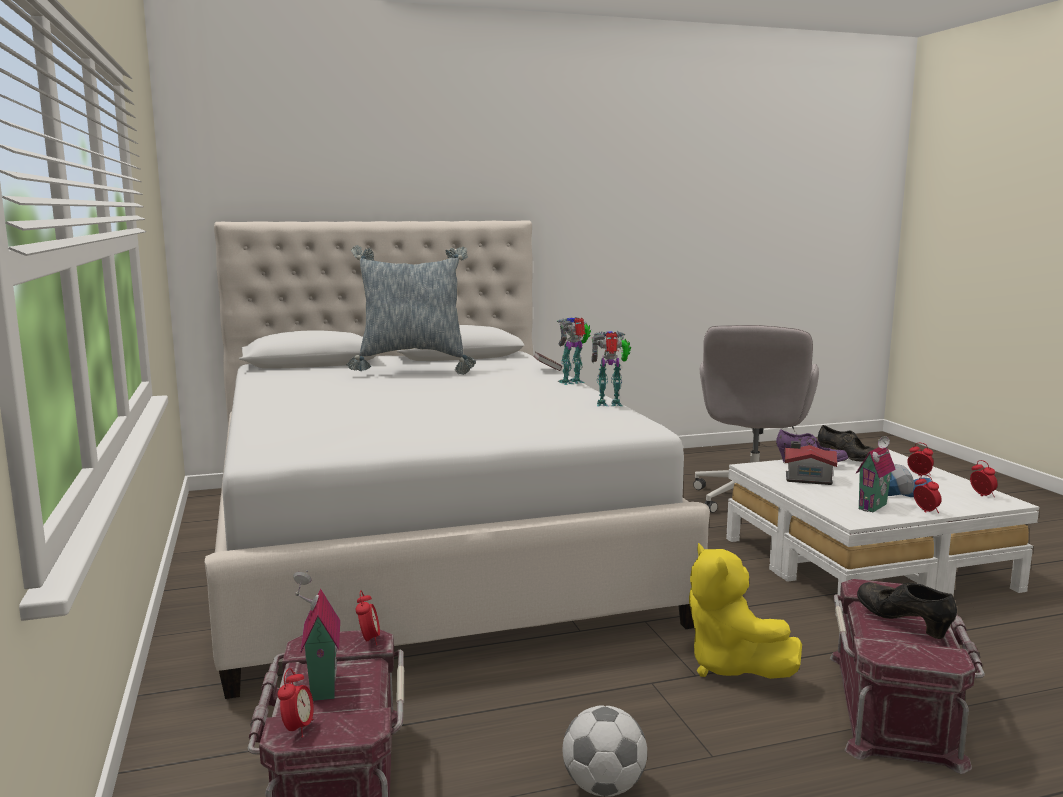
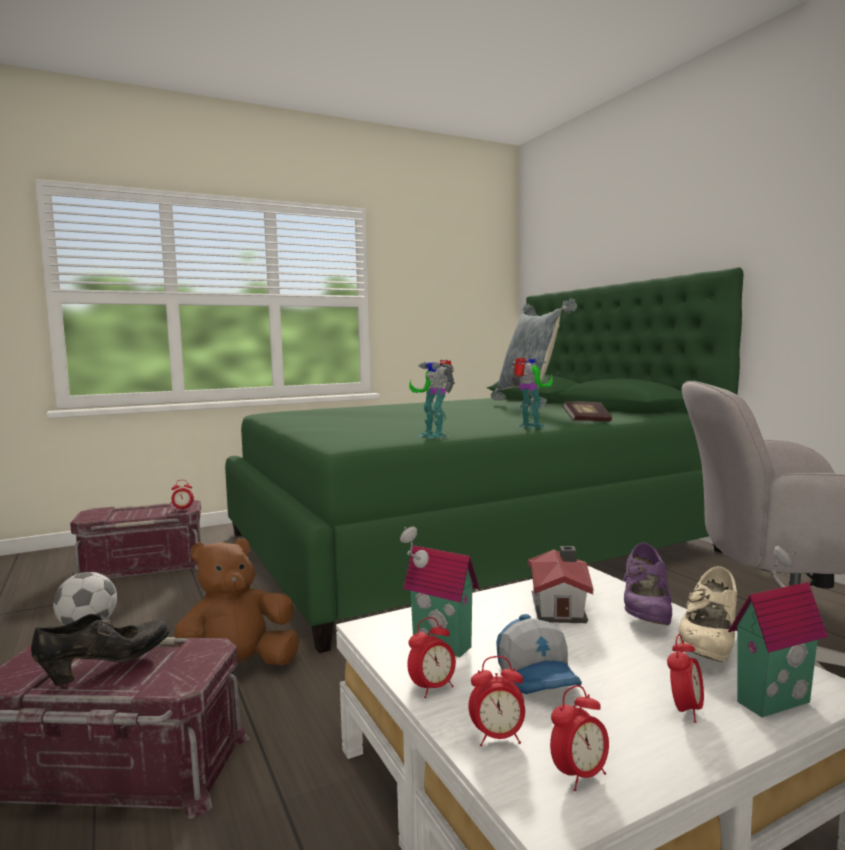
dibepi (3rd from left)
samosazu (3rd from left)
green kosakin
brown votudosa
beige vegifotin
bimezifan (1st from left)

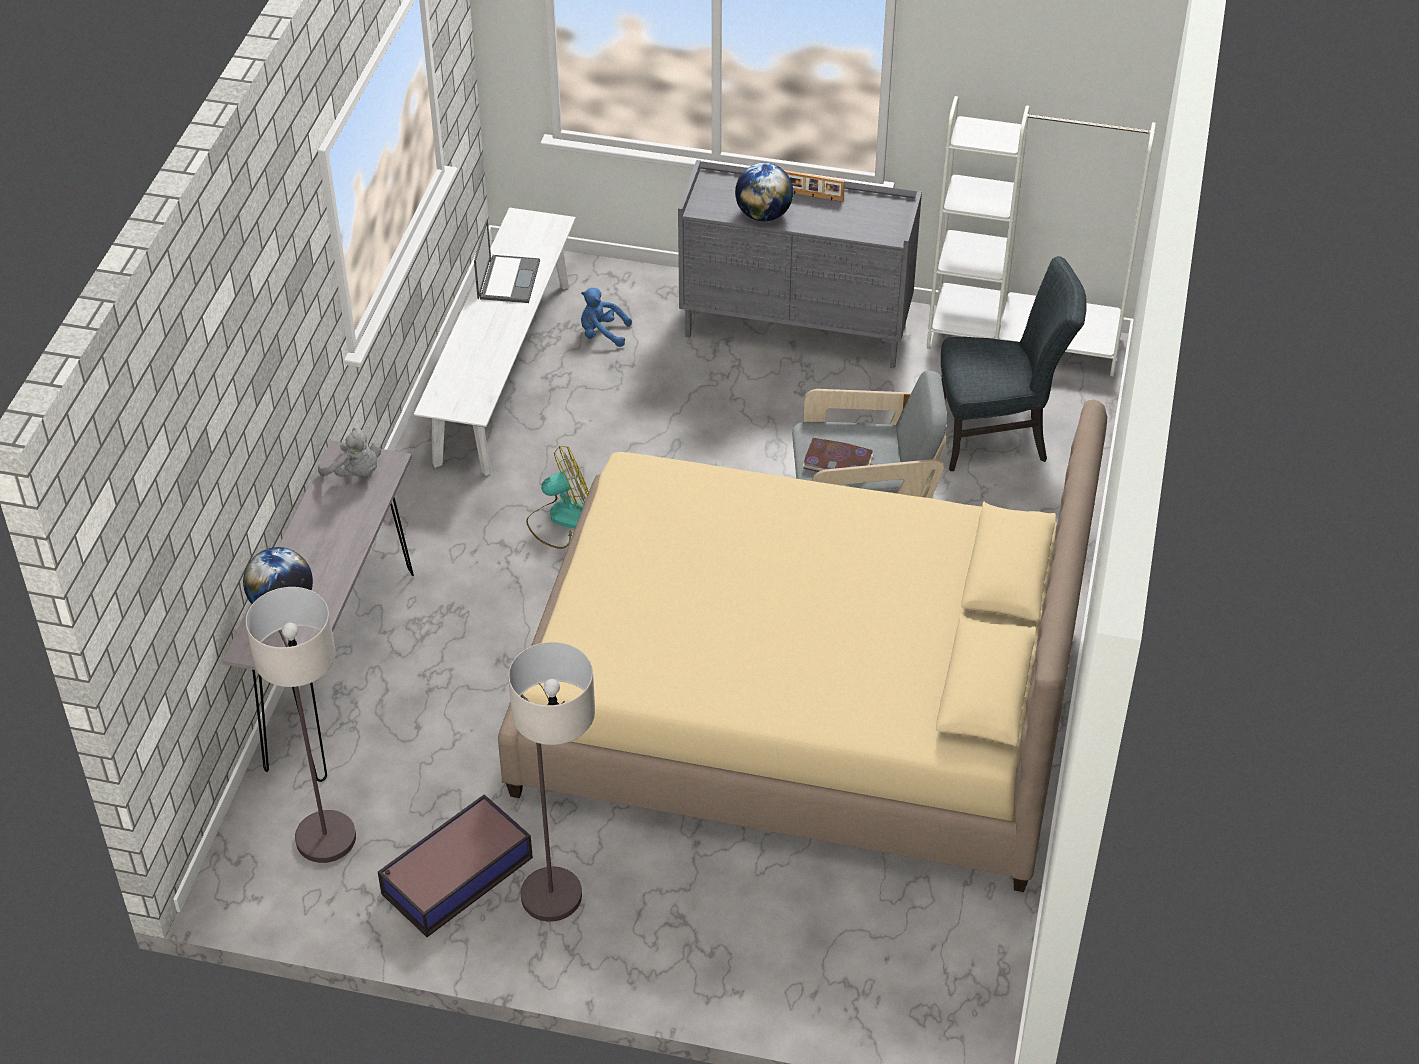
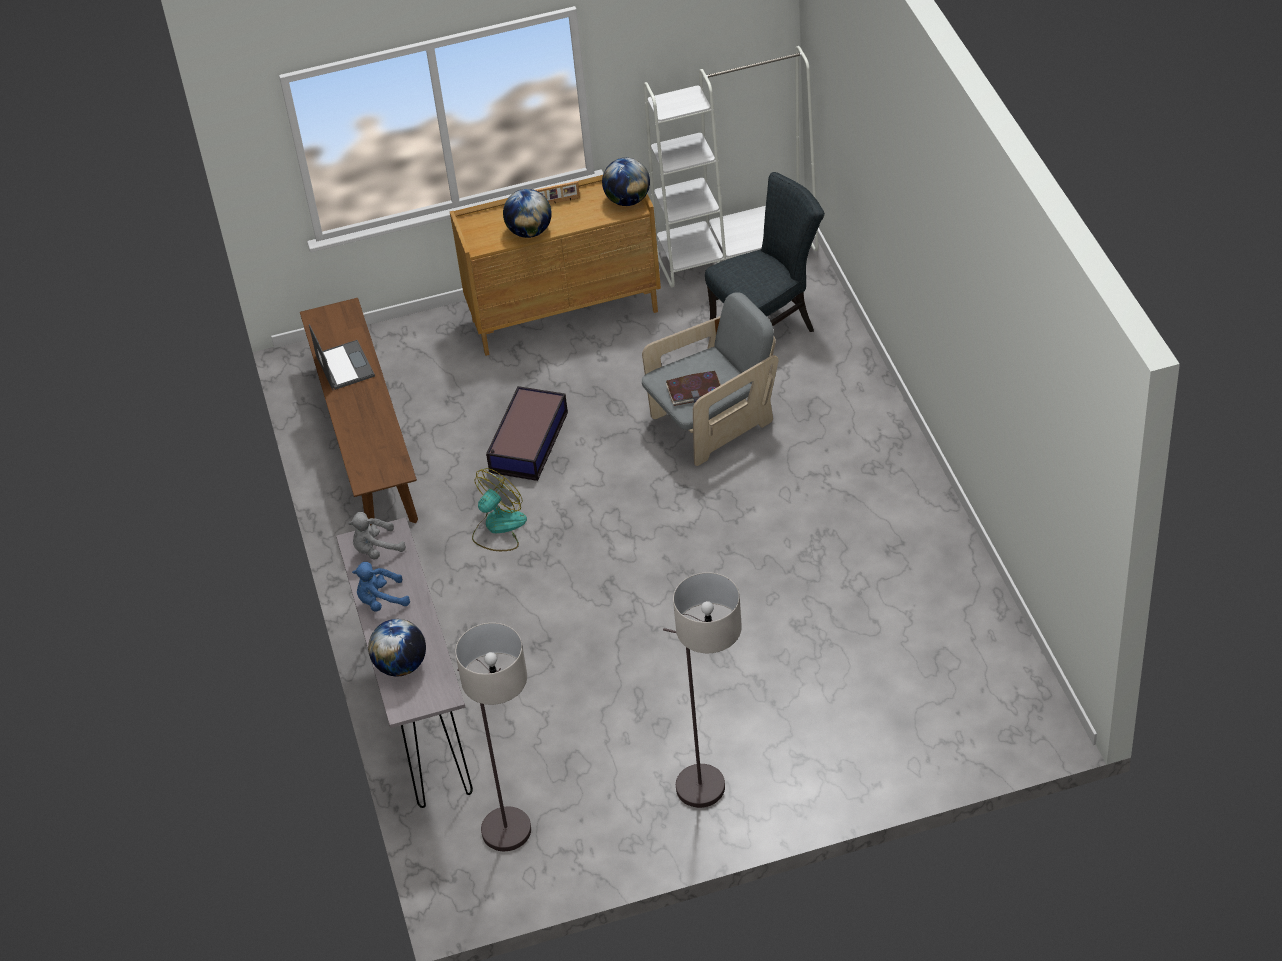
beige kosakin
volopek (3rd from left)
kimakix
blue votudosa
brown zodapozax
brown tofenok
grey votudosa

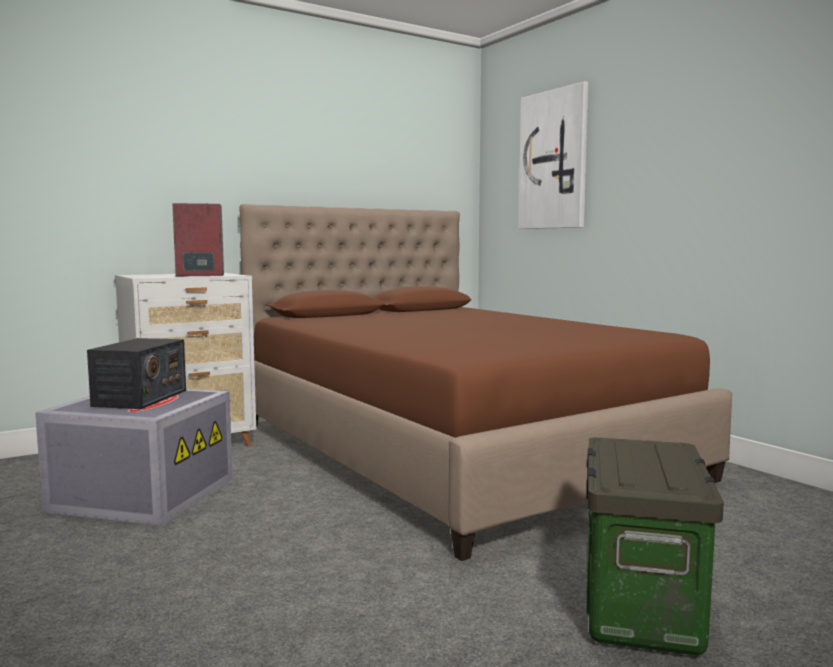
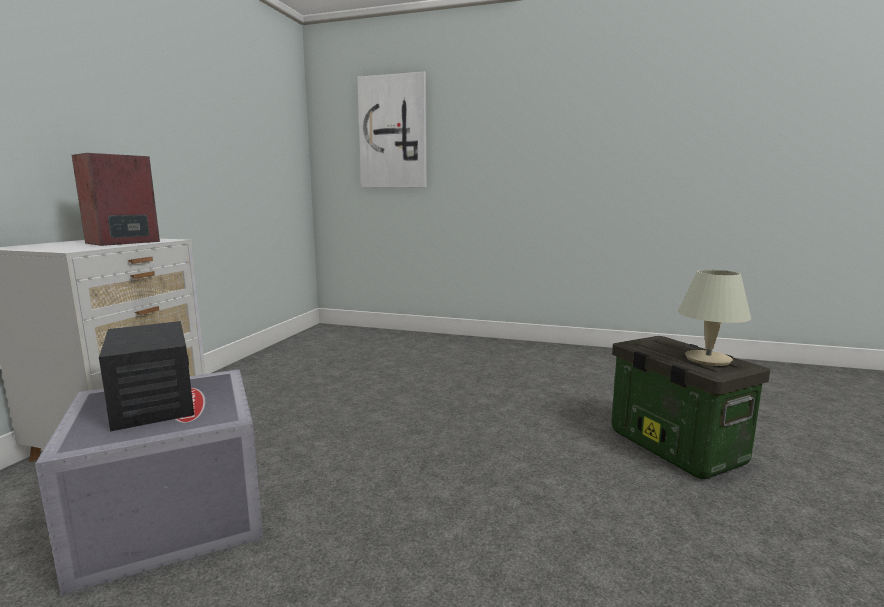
brown kosakin
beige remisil

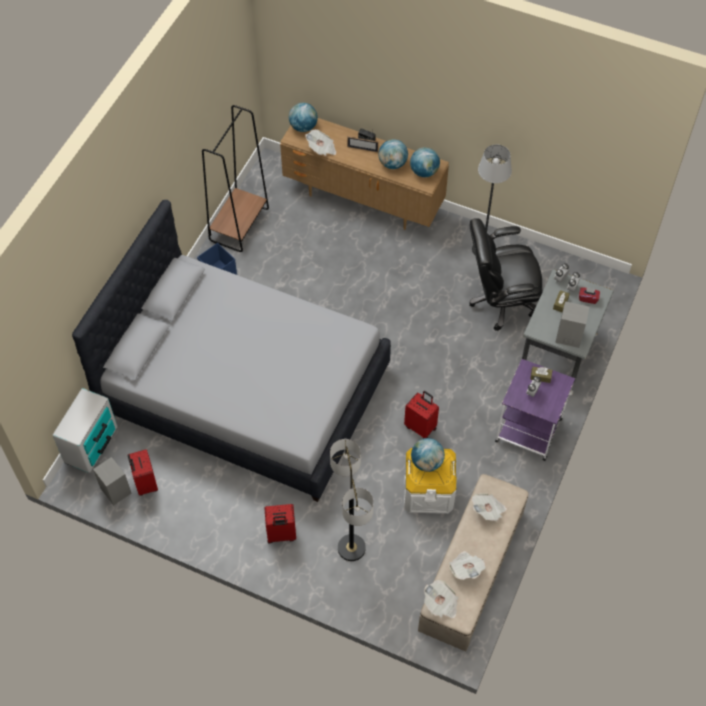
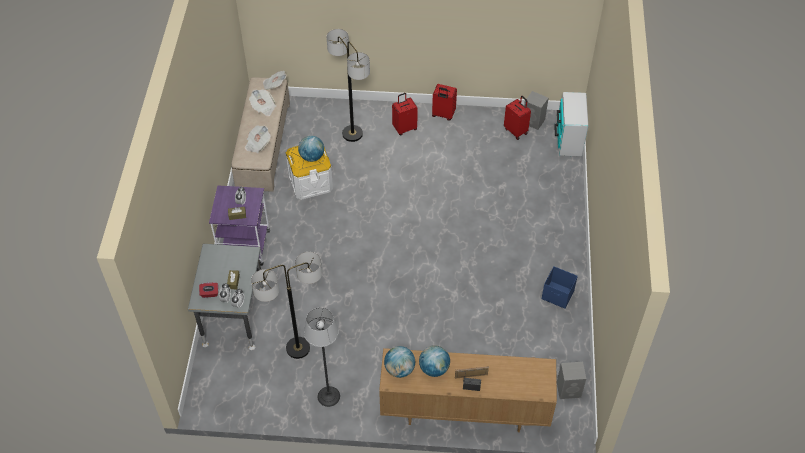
grey kosakin
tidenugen
volopek (1st from left in the first image)
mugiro (1st from left in the first image)
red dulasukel (2nd from left)
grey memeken (2nd from left)
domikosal (1st from left)

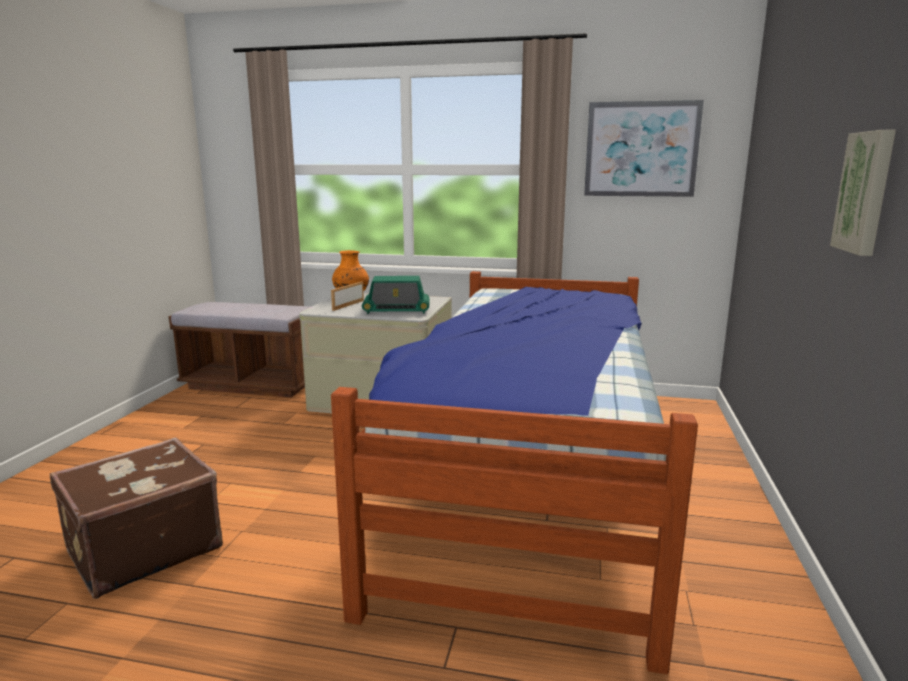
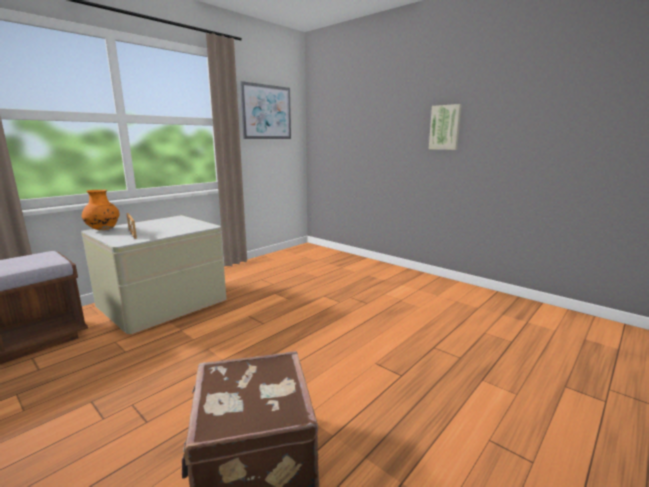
kosakin
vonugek

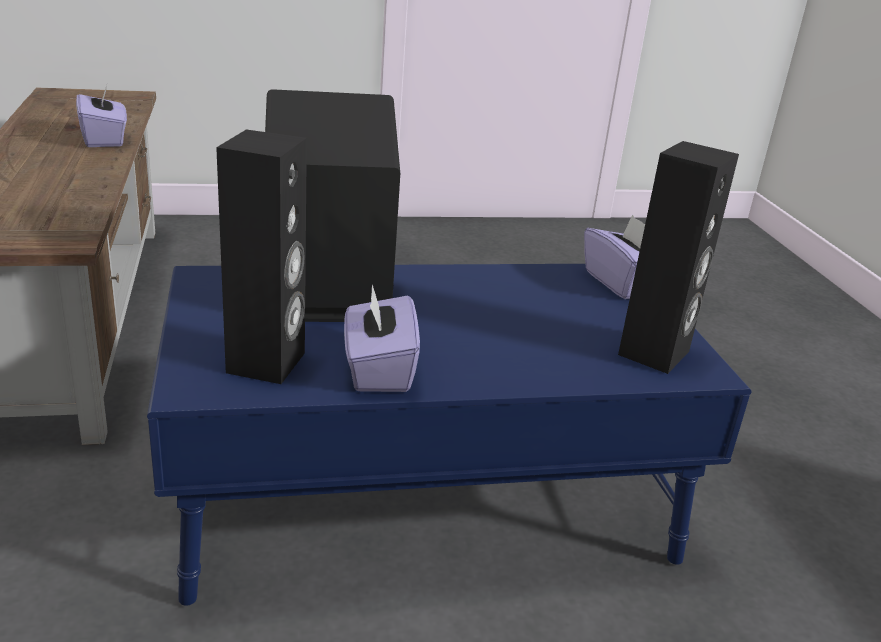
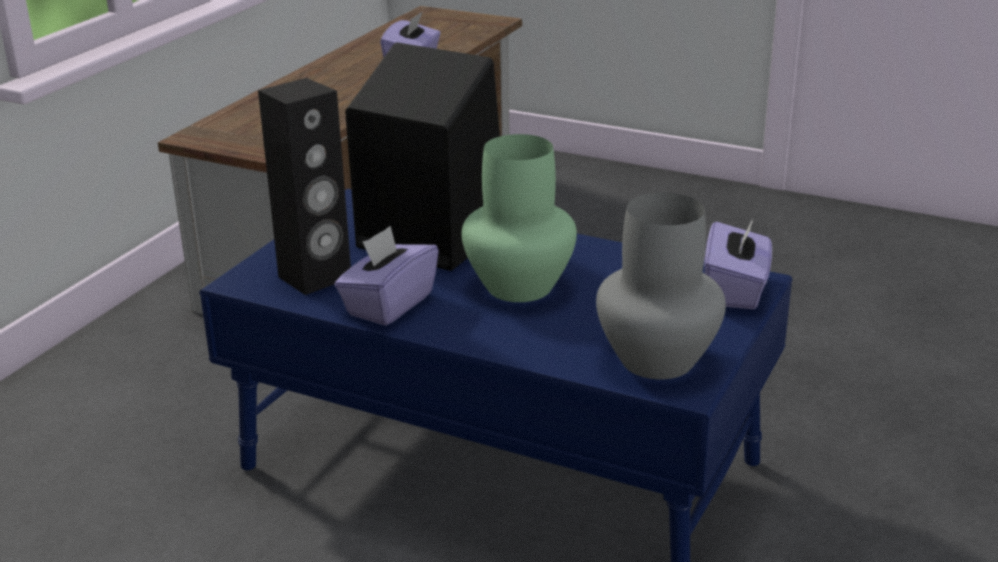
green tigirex
grey tigirex

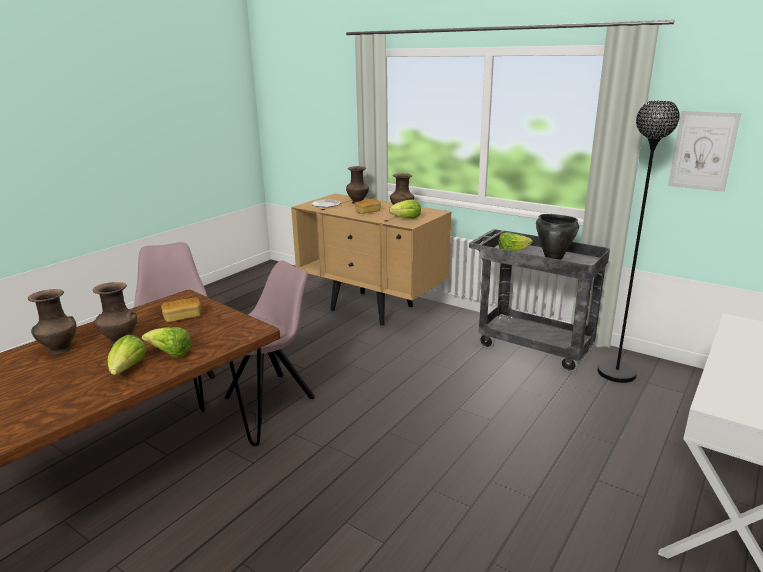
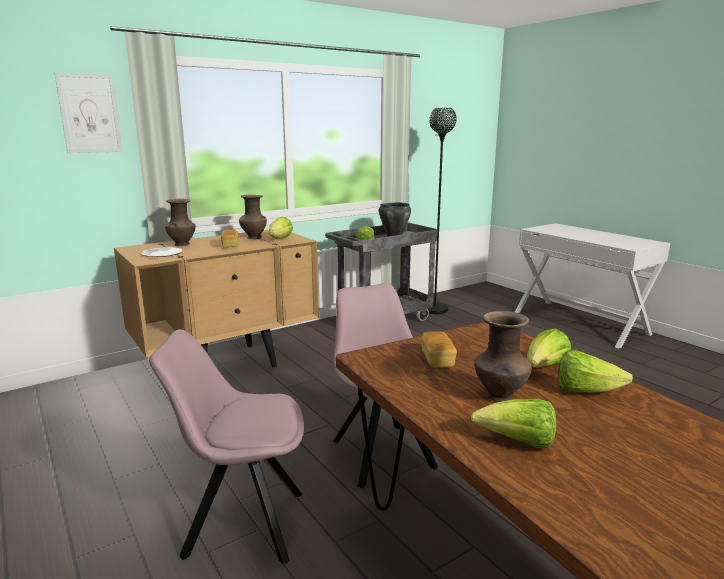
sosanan
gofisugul (3rd from left)

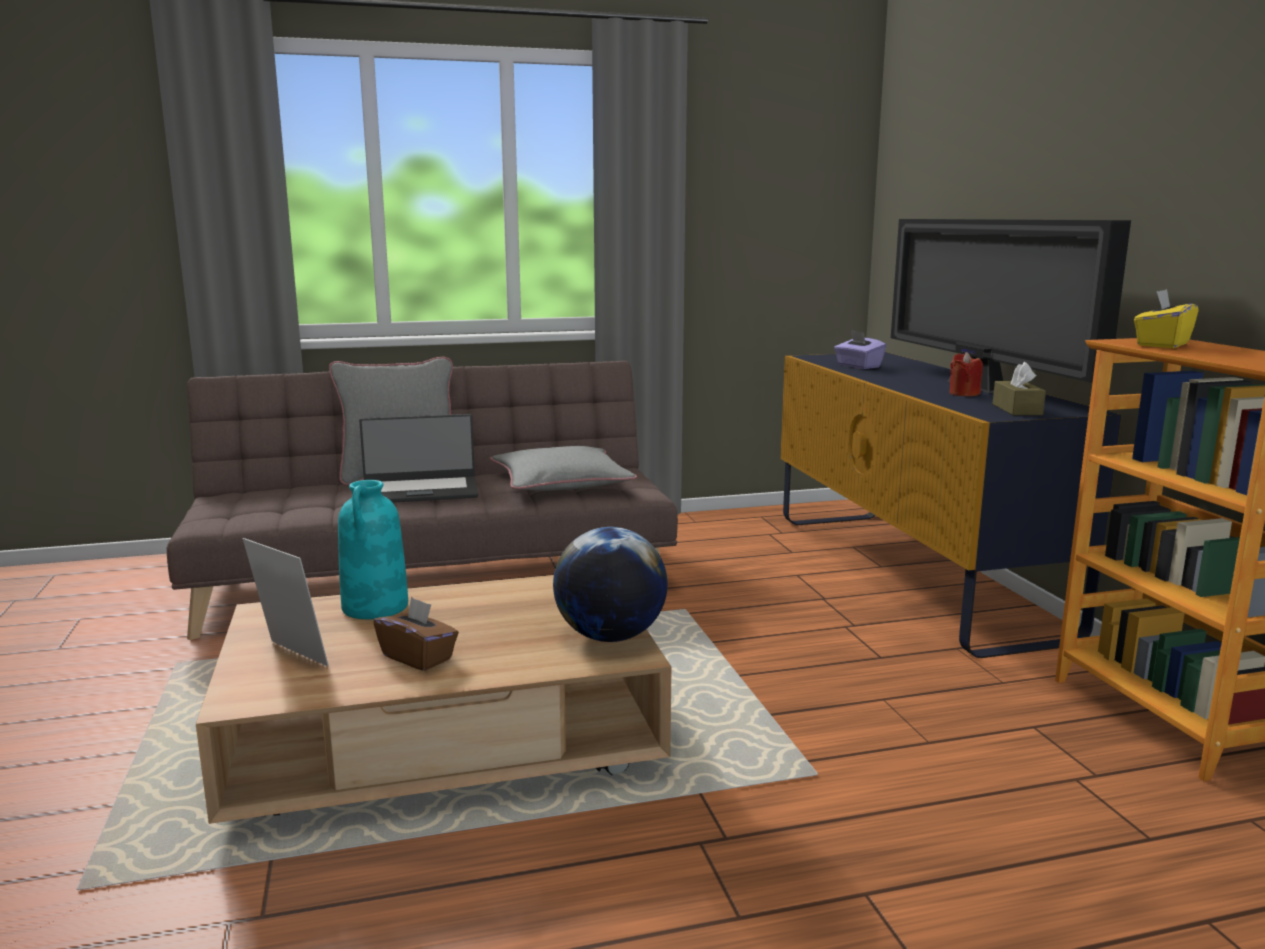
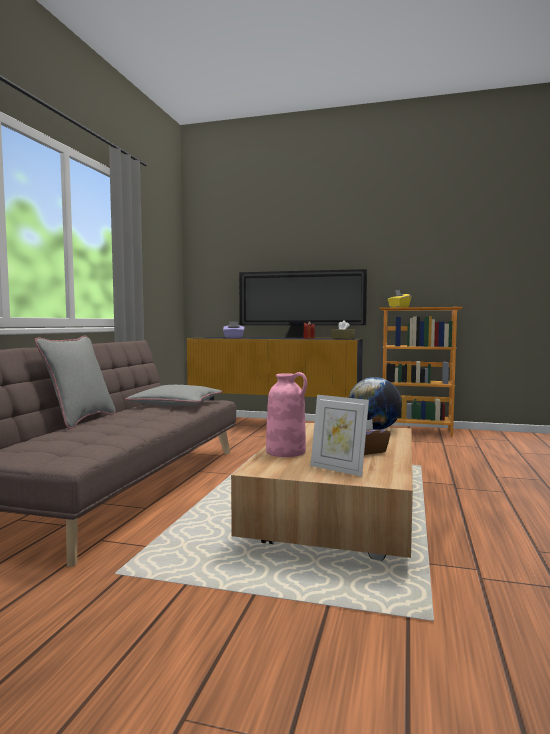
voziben
pink tigirex
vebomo

